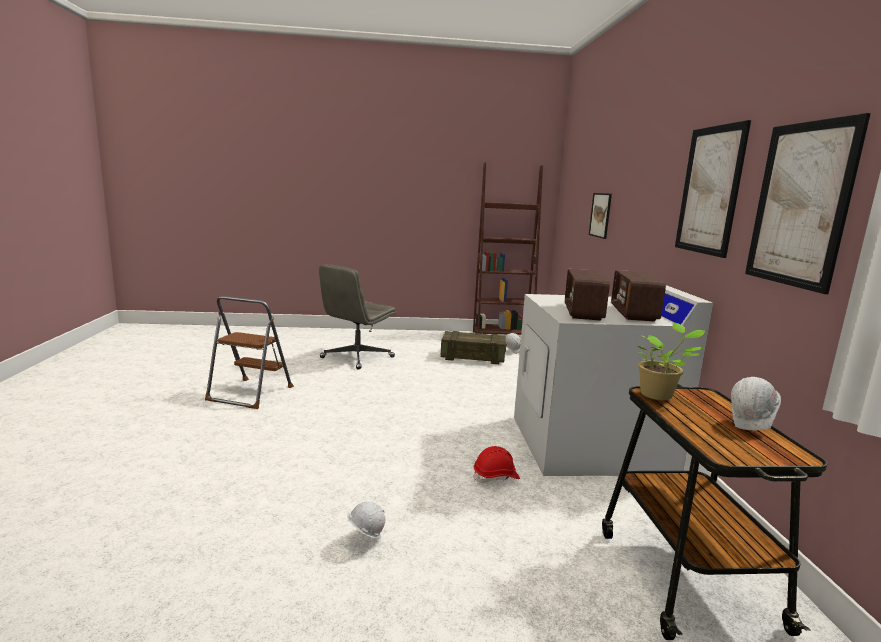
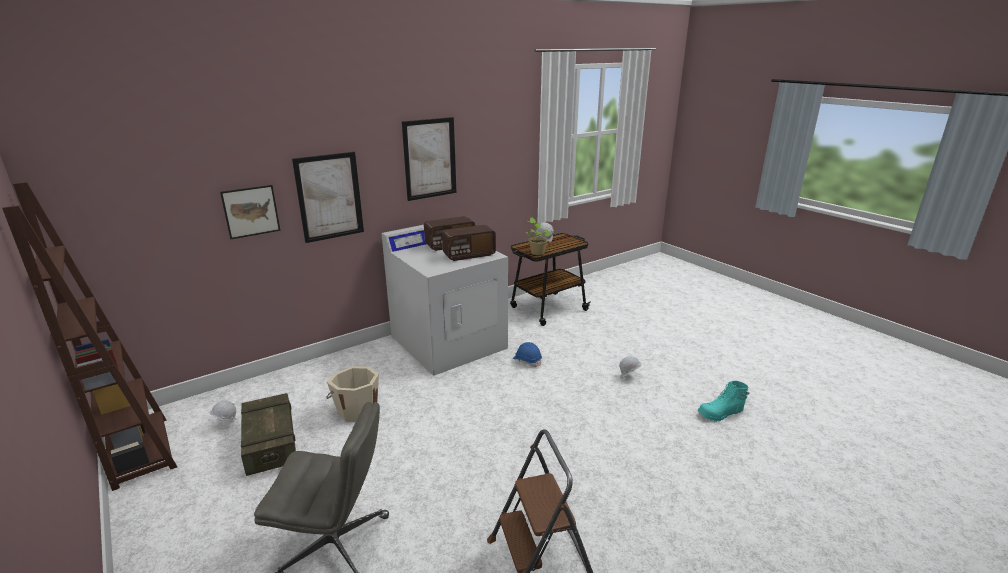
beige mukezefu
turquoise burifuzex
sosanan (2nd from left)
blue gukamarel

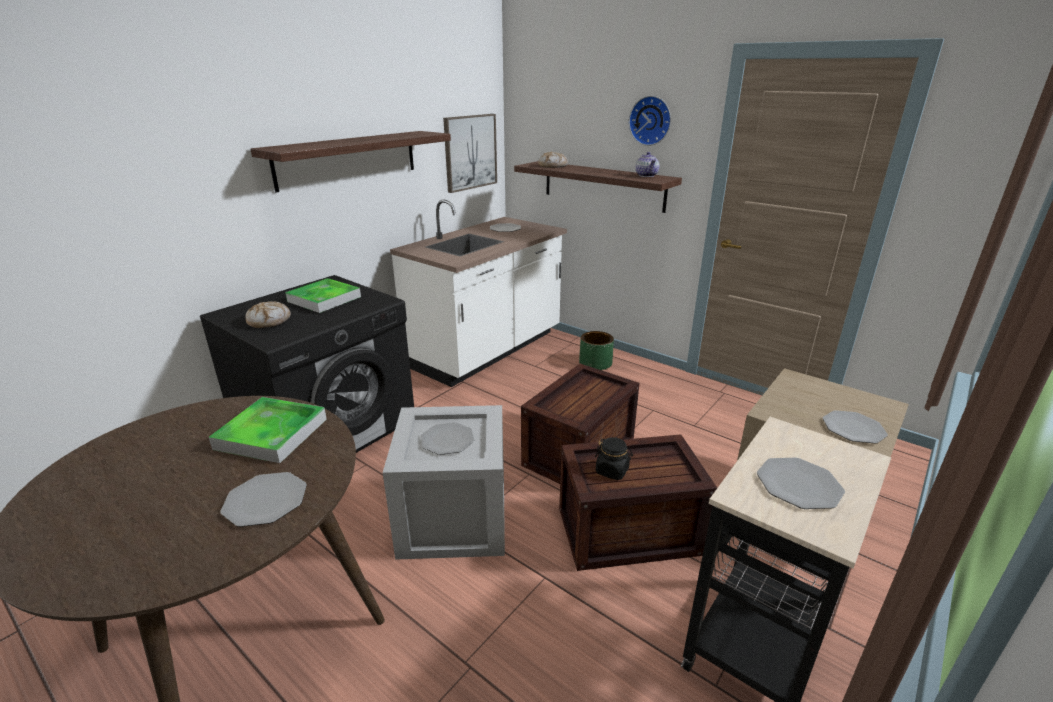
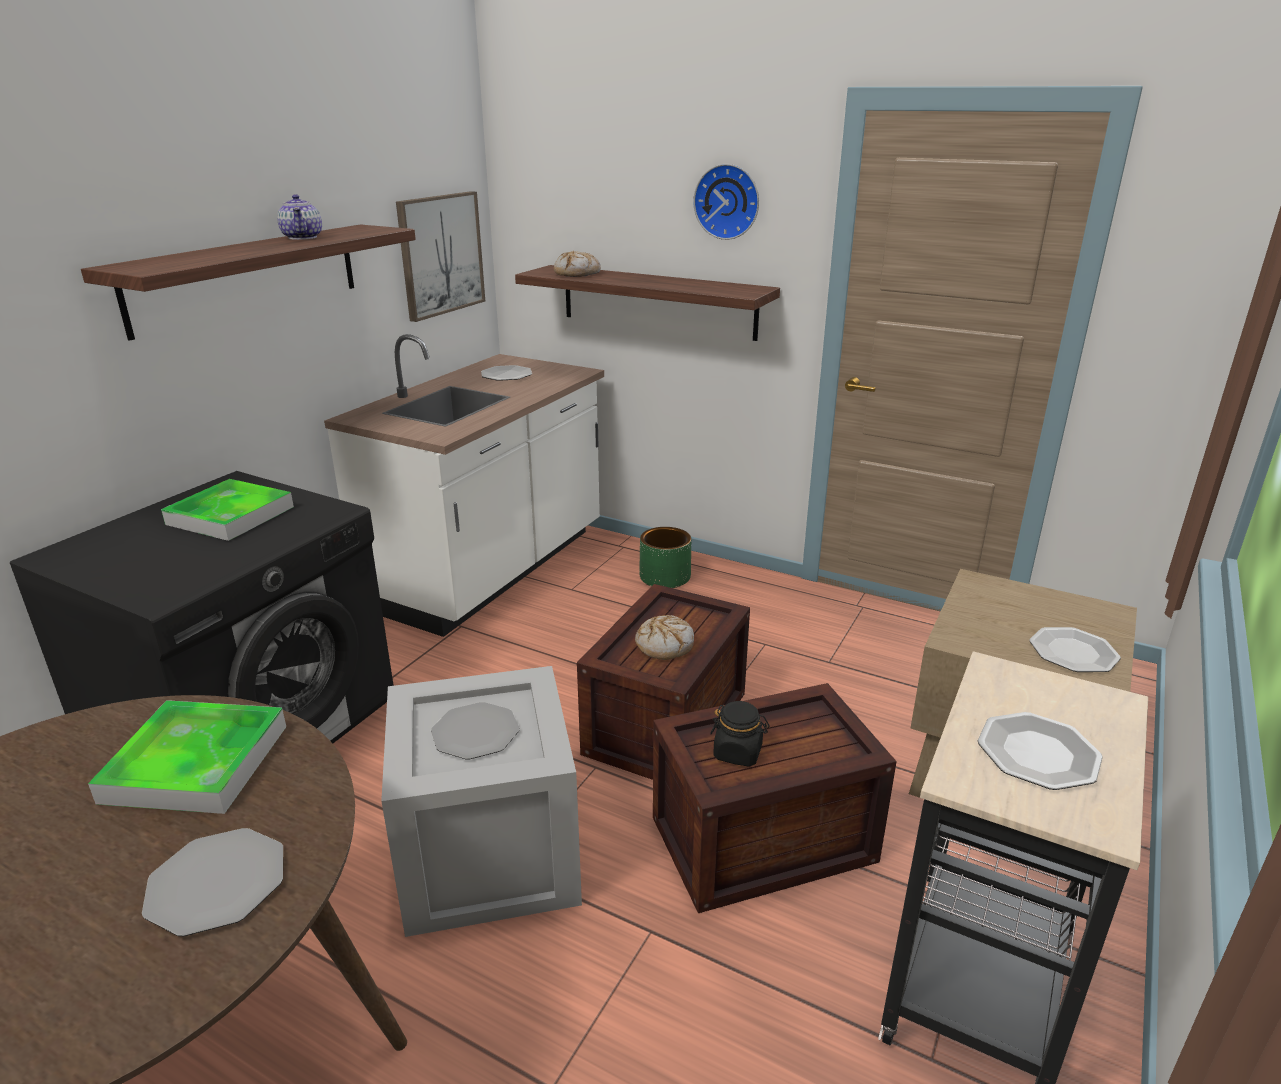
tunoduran (2nd from left)
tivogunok

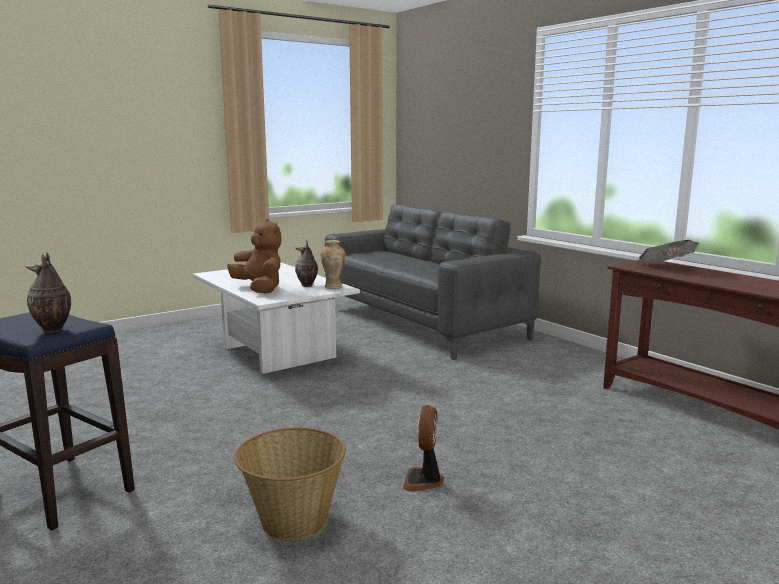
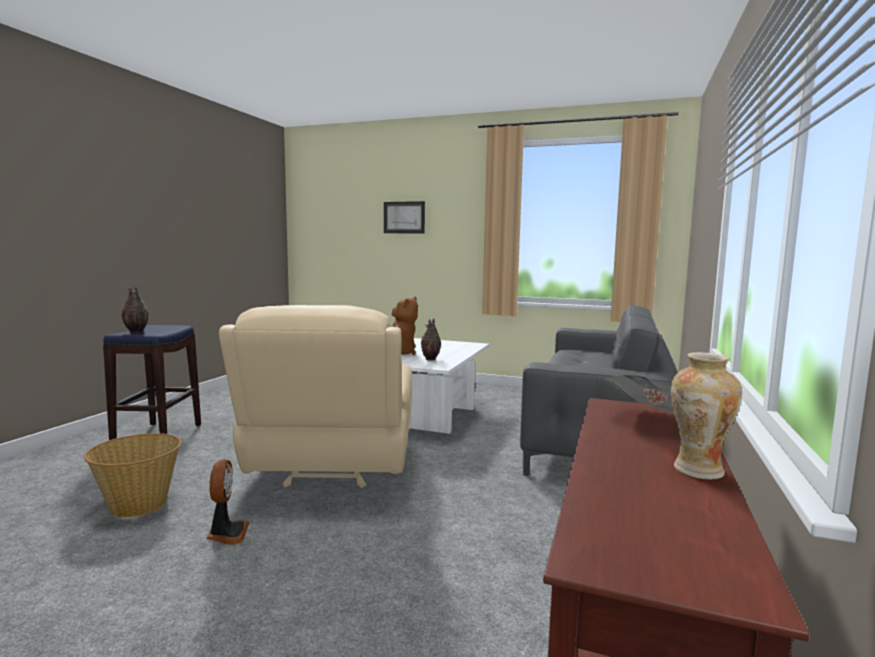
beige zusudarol
sosanan
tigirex (3rd from left)
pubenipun

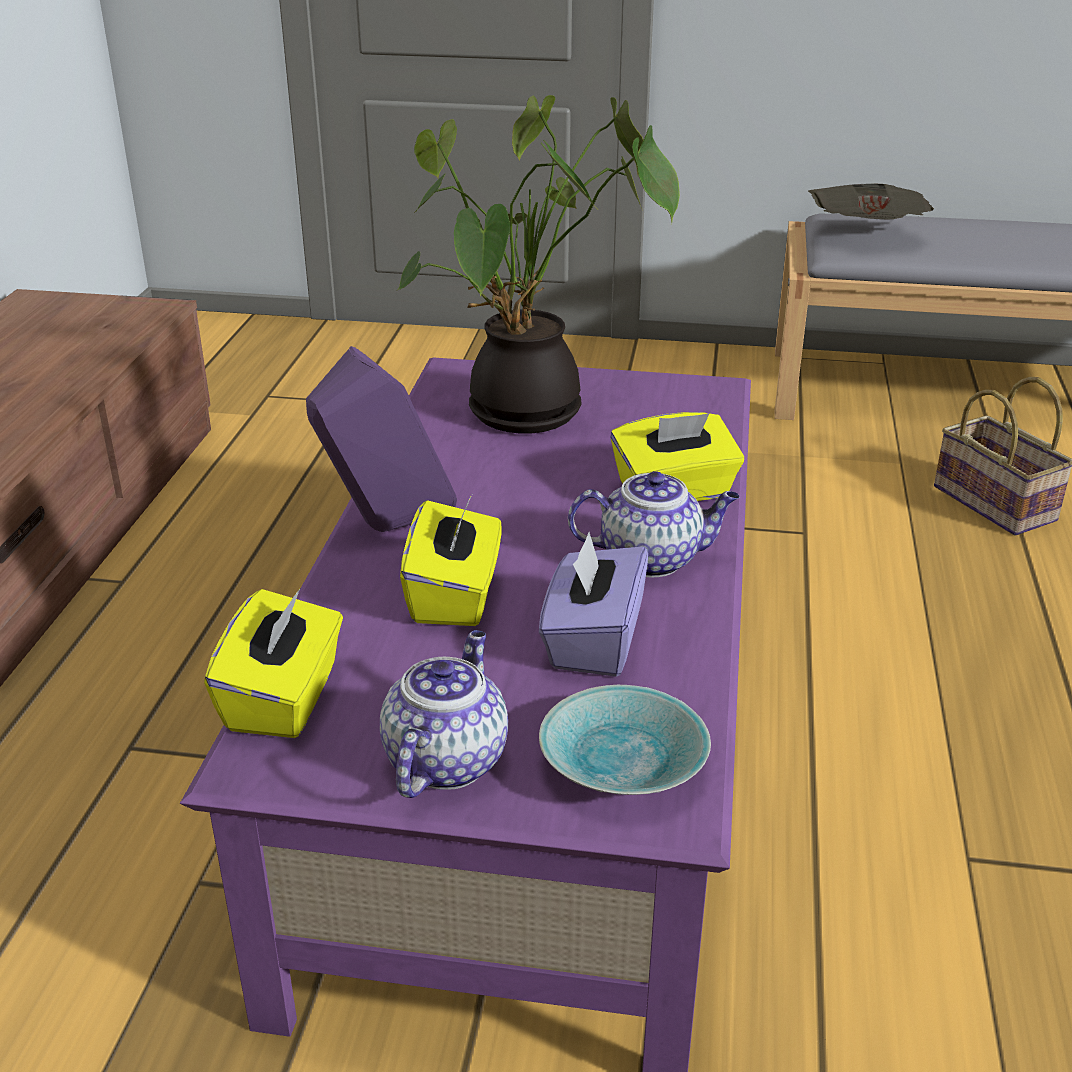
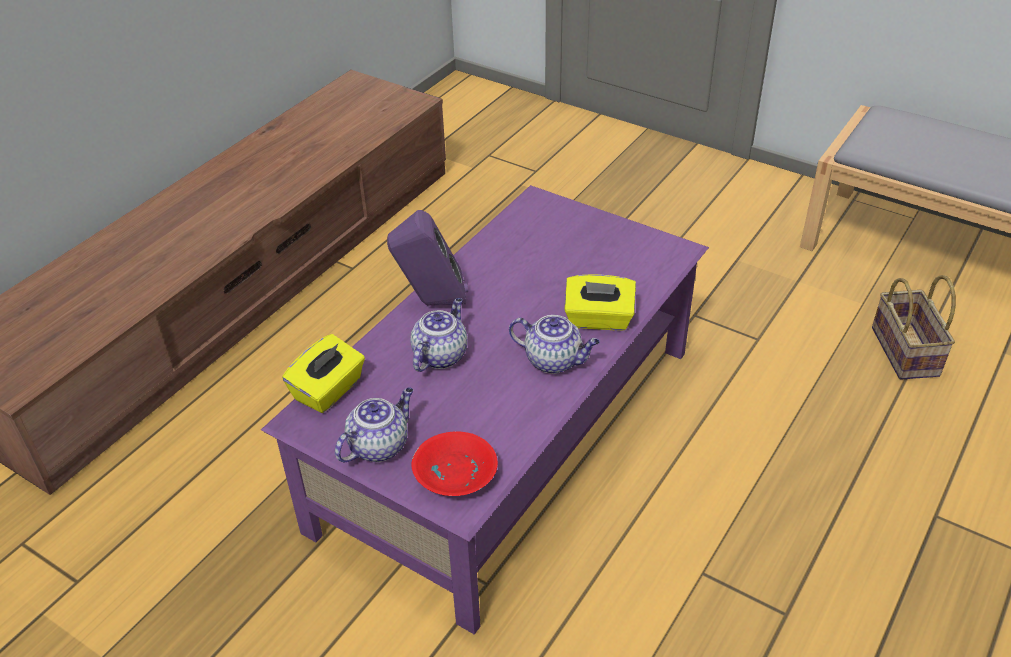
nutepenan
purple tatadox
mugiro
tivogunok (2nd from left)
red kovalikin

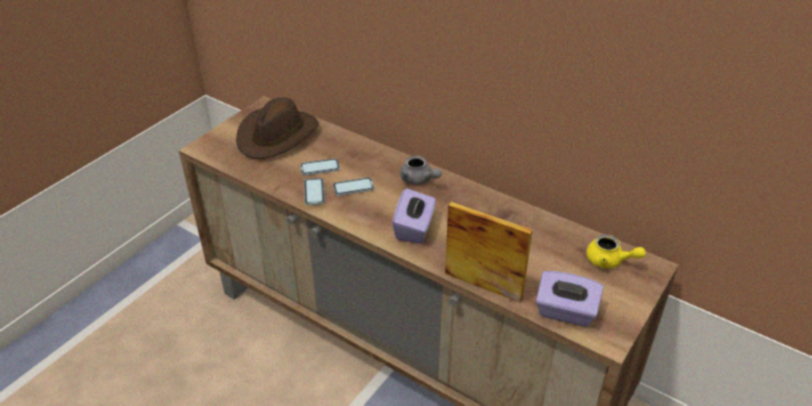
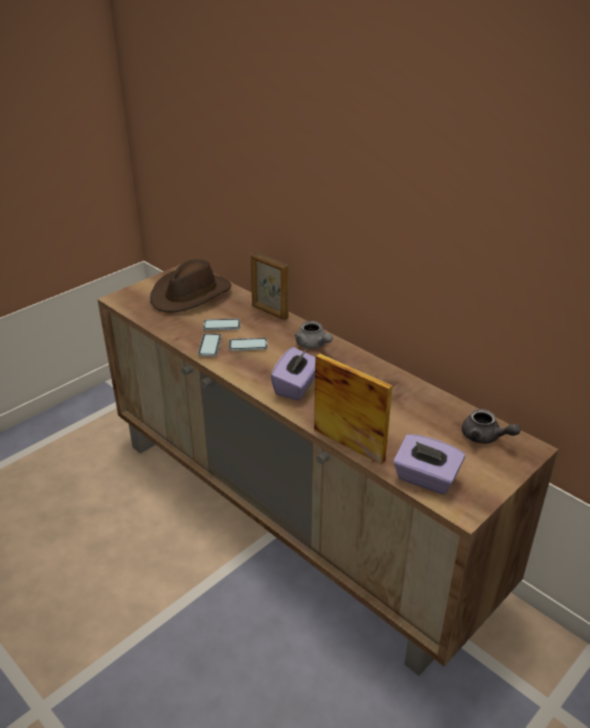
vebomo (1st from left)
grey tivogunok (2nd from left)

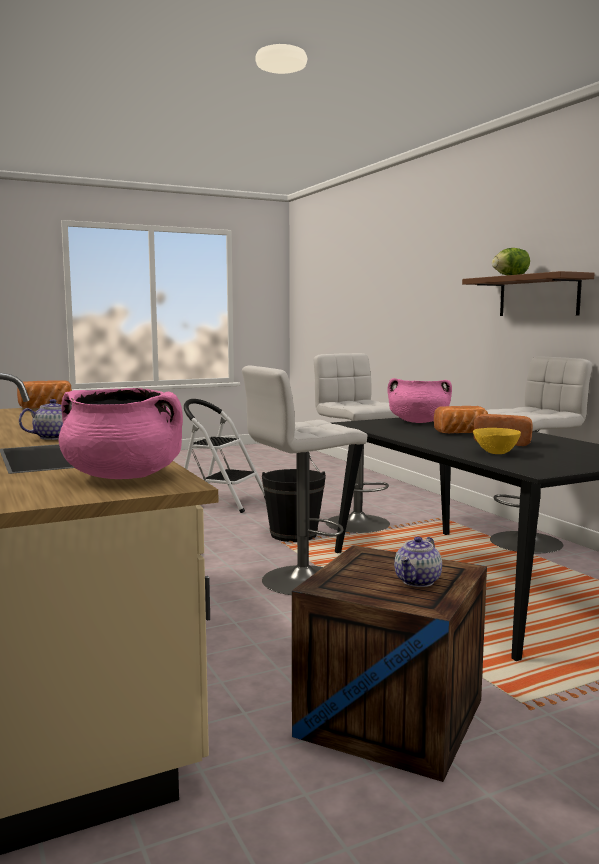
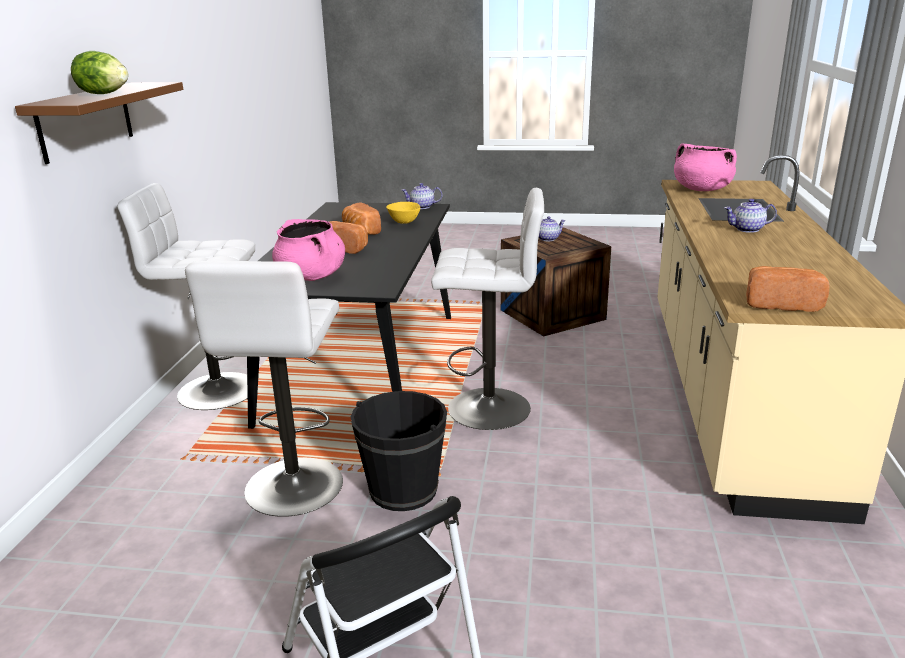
tivogunok (1st from left)

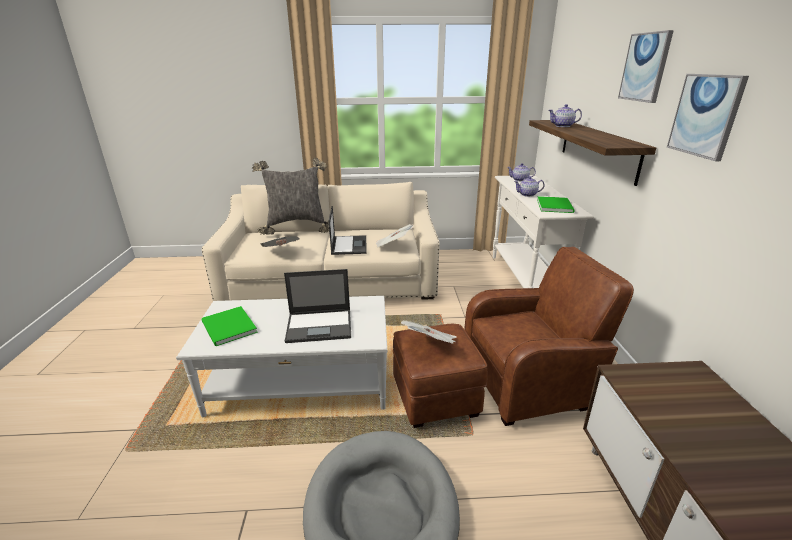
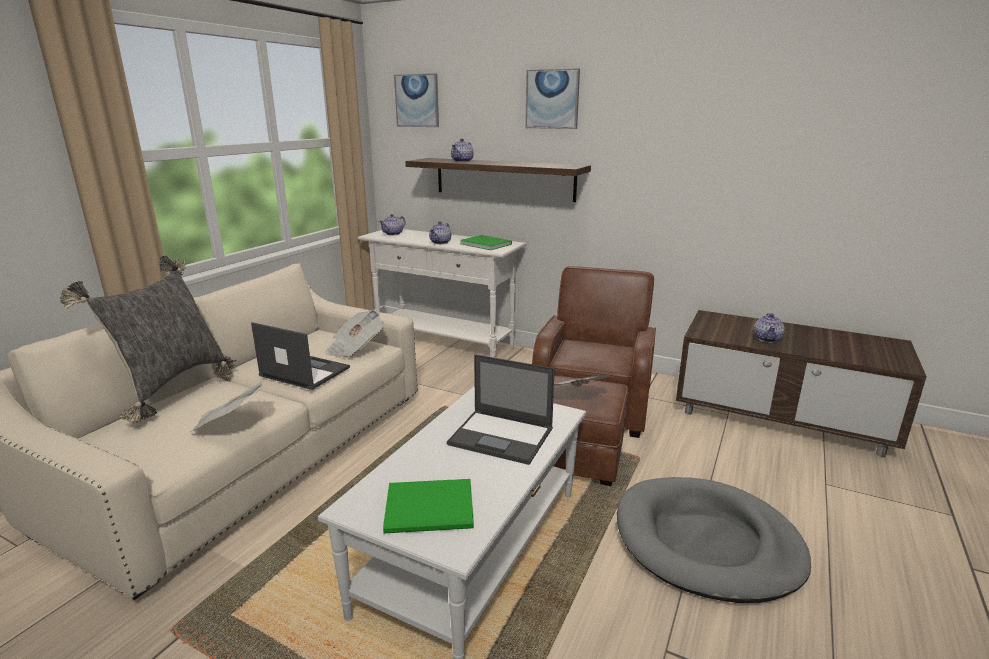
tivogunok (4th from left)
sosanan (1st from left)
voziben (2nd from left)

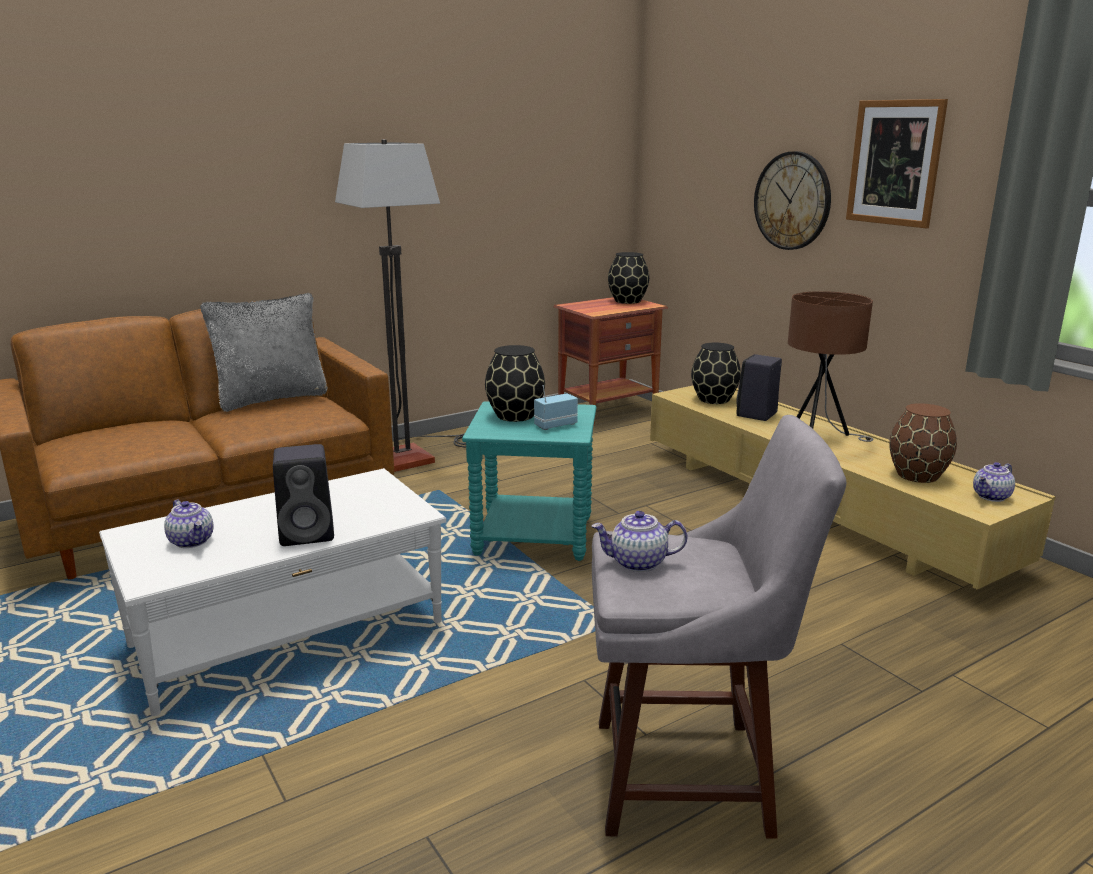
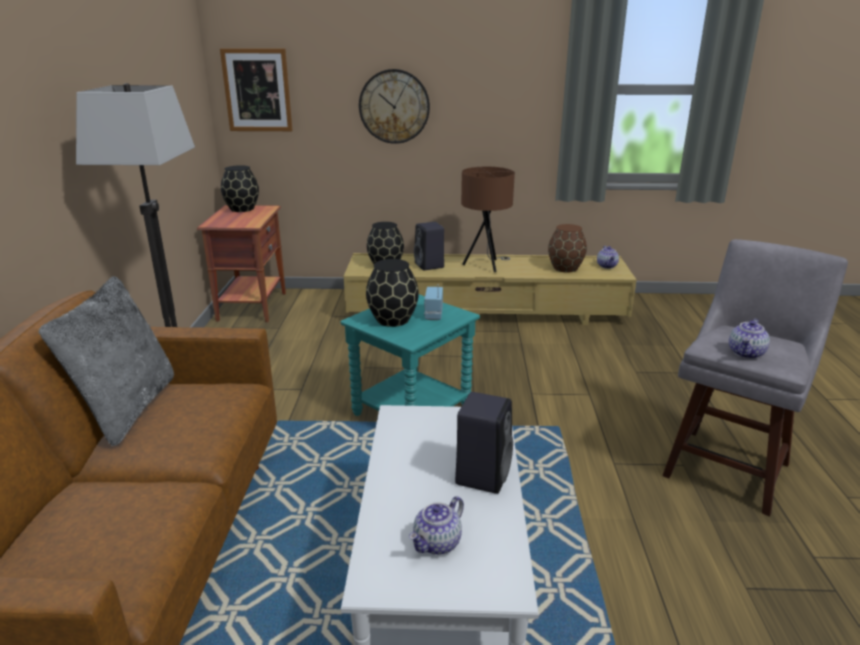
sosanan
tivogunok (1st from left)

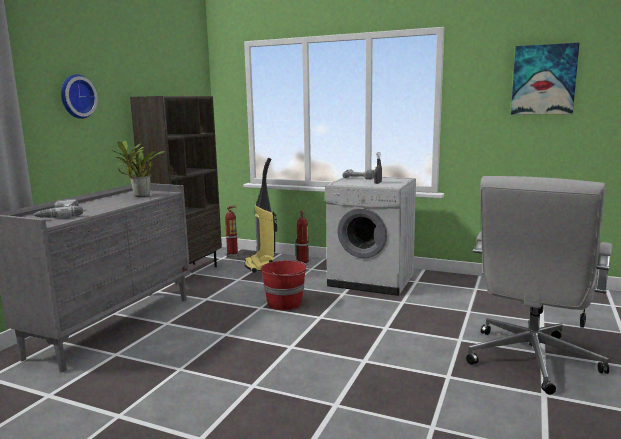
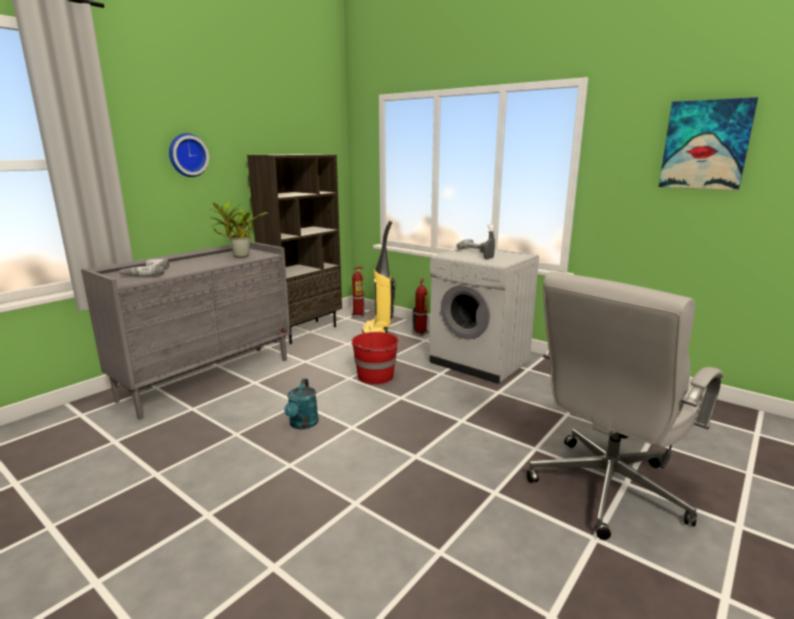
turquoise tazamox

